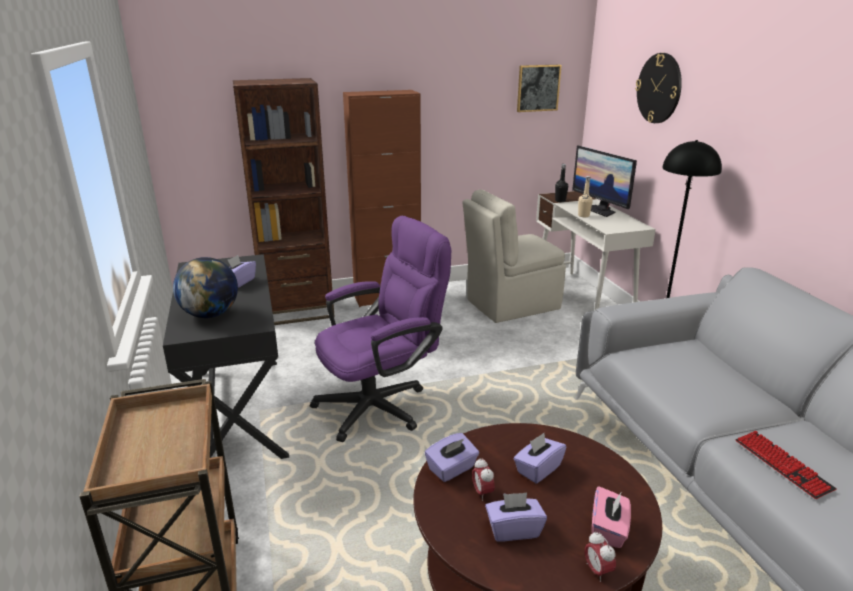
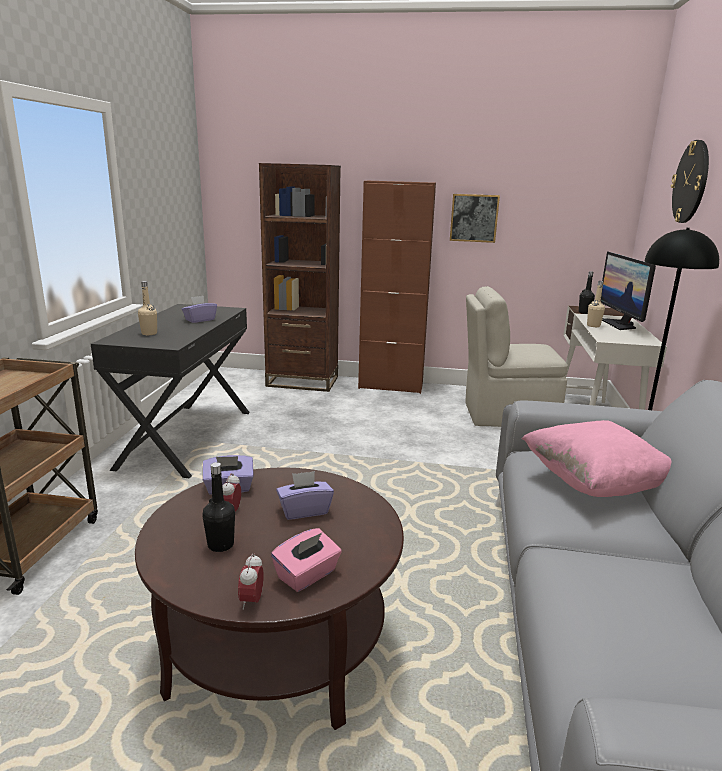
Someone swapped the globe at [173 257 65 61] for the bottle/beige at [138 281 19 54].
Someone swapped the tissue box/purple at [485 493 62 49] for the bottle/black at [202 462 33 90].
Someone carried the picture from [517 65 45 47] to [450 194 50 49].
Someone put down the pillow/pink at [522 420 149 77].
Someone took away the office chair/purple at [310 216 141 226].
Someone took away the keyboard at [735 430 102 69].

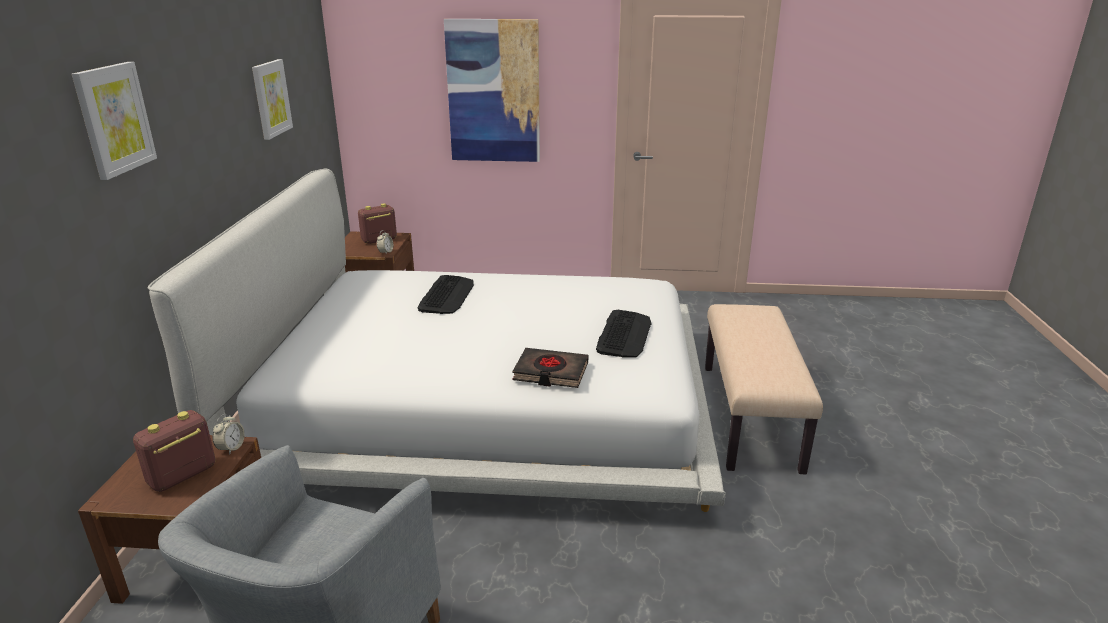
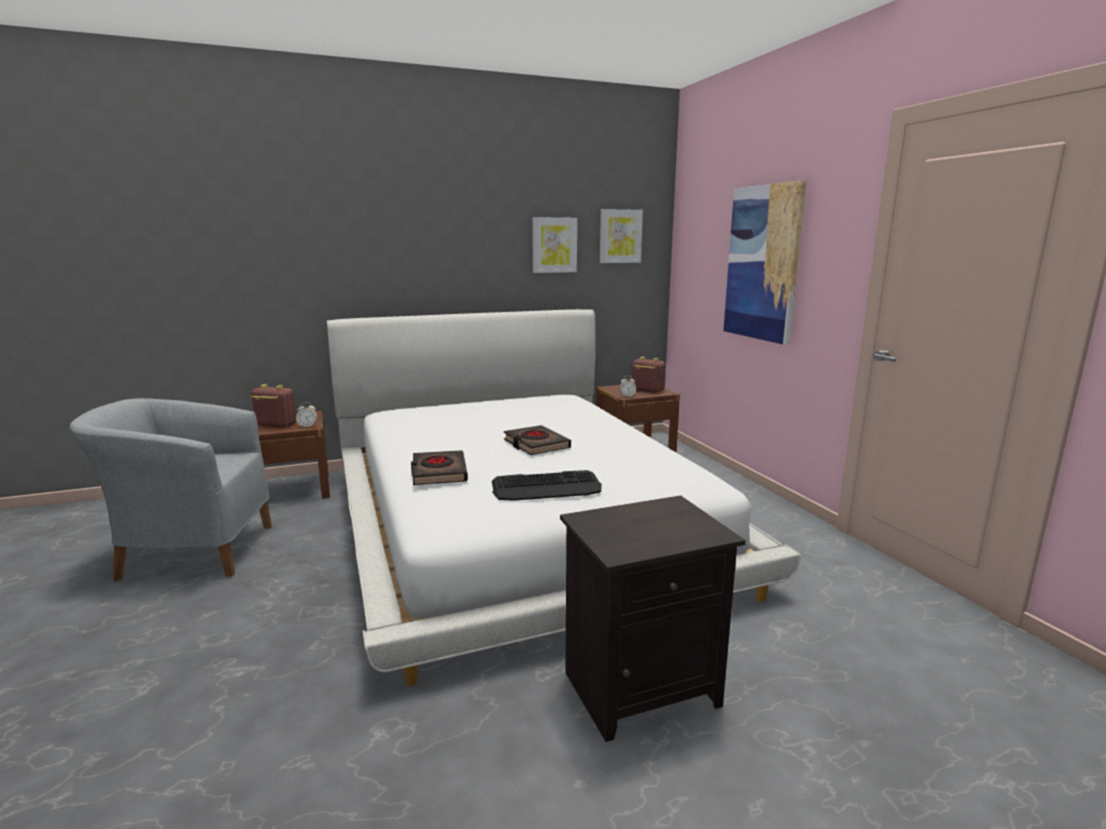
Someone put down the book/black at [504 425 67 30].
Someone swapped the bench/beige at [705 304 118 170] for the nightstand/black at [560 495 186 247].
Someone carried the picture from [72 62 85 118] to [600 209 43 54].
Someone took away the keyboard at [417 275 57 39].

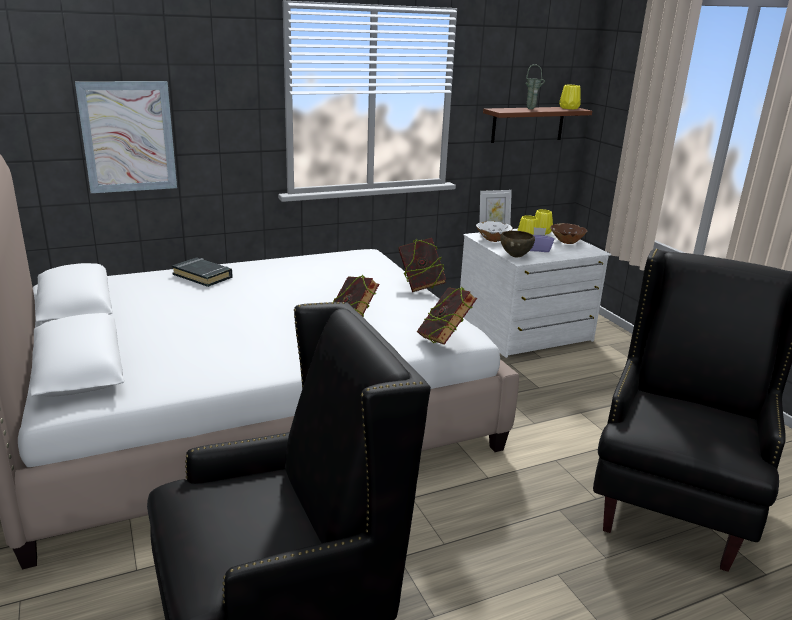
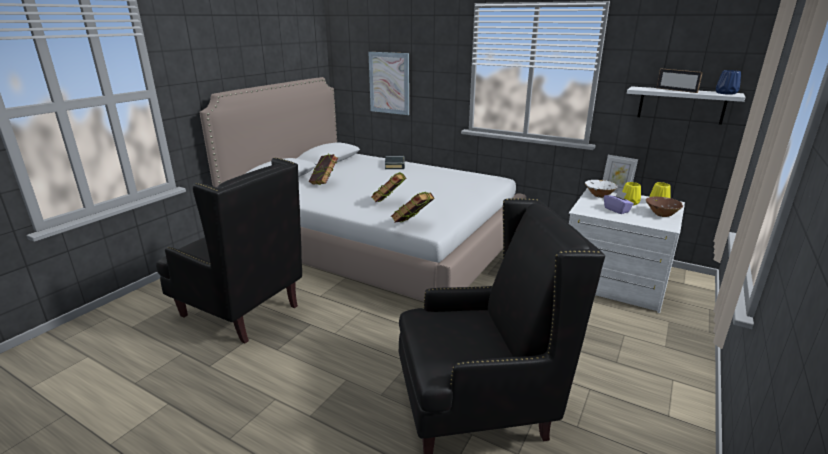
Someone carried the book from [398 238 48 54] to [309 154 29 31].
Someone repainted the shelf/brown at [483 107 109 36], which became the shelf/white at [627 86 119 39].
Someone swapped the vase/green at [525 64 20 45] for the picture frame at [656 69 47 24].
Someone repainted the vase/yellow at [559 85 22 24], which became the vase/blue at [716 70 25 25].
Someone took away the bowl/brown at [500 231 35 26].

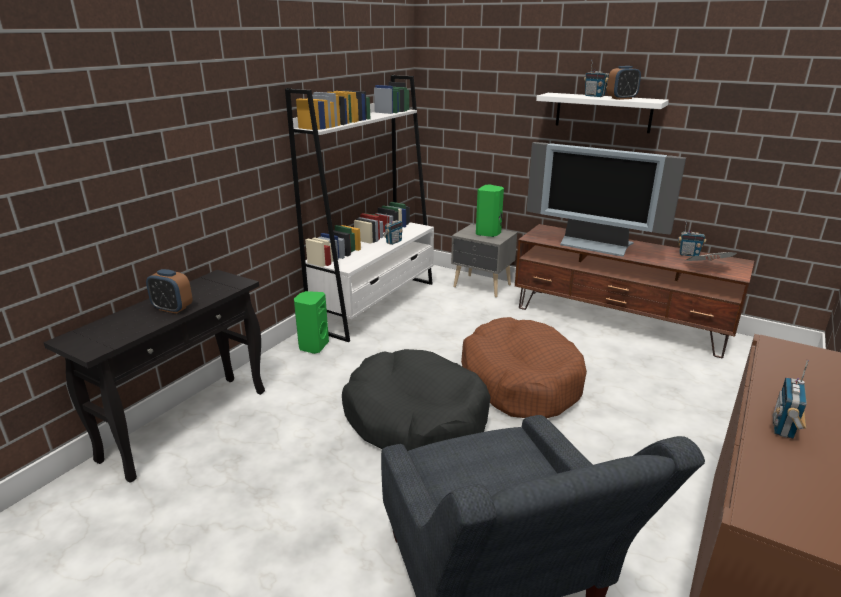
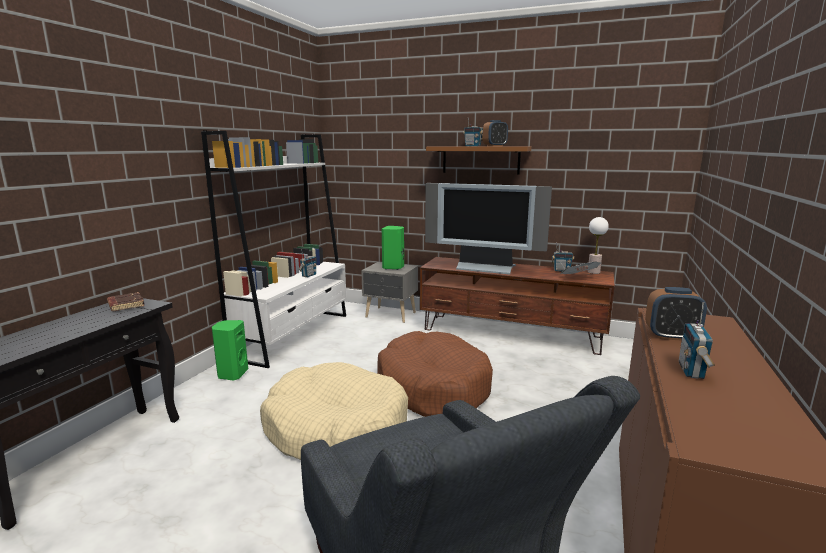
Someone put down the book/brown at [107 292 37 19].
Someone repainted the dog bed/black at [342 349 149 102], which became the dog bed/beige at [260 362 148 98].
Someone repainted the shelf/white at [536 93 133 40], which became the shelf/brown at [426 147 105 27].
Someone put down the table lamp at [588 217 21 57].
Someone carried the alarm clock from [146 269 47 45] to [645 287 62 54].

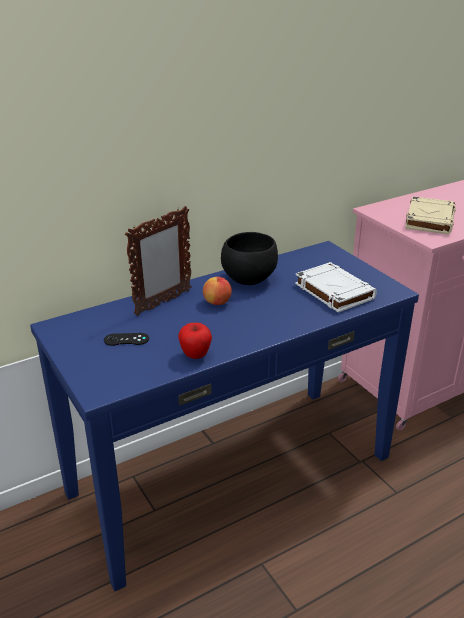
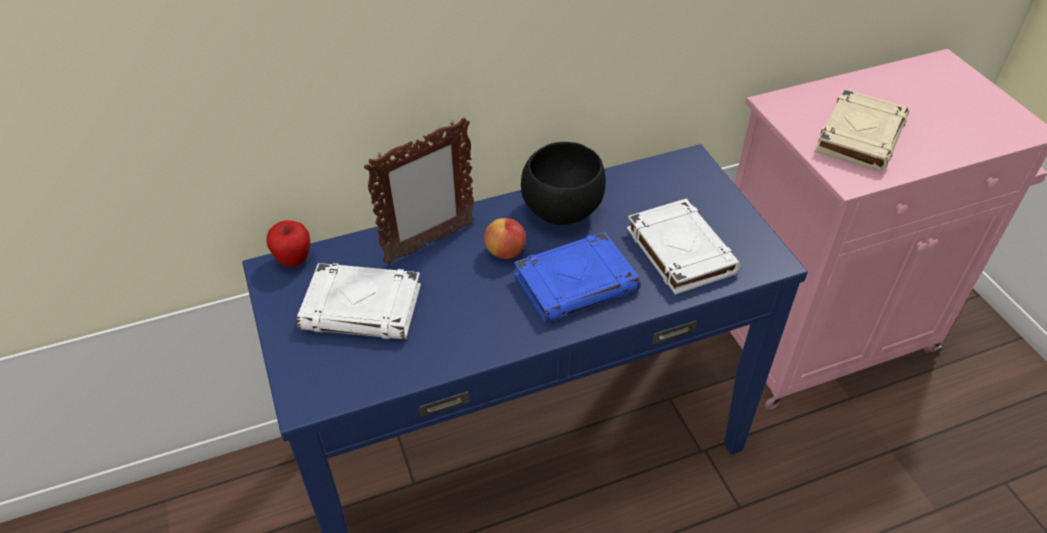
Someone carried the apple from [178 323 34 36] to [267 220 43 47].
Someone swapped the game controller/black at [104 333 45 13] for the book/white at [297 263 124 76].
Someone put down the book/blue at [514 232 127 91].

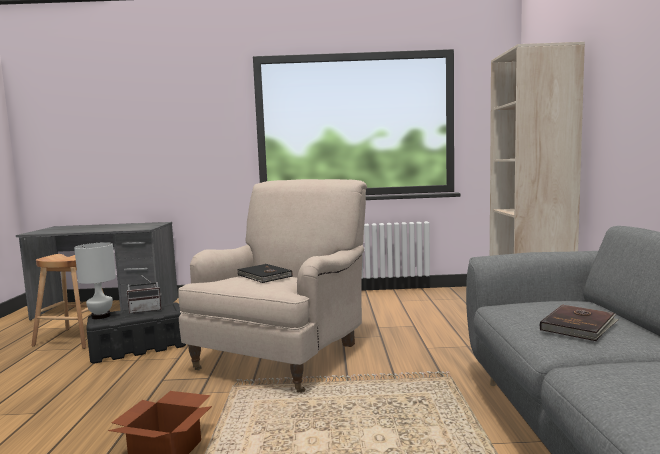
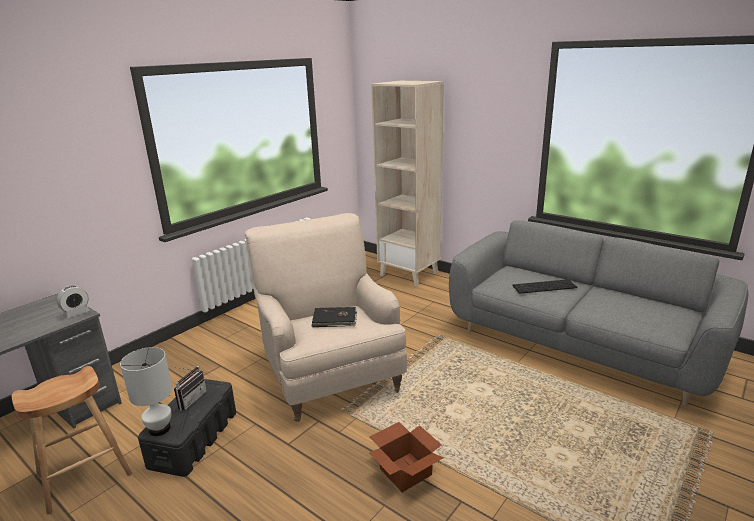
Someone put down the alarm clock at [57 286 33 33].
Someone swapped the book/brown at [540 305 79 36] for the keyboard at [512 279 66 15].

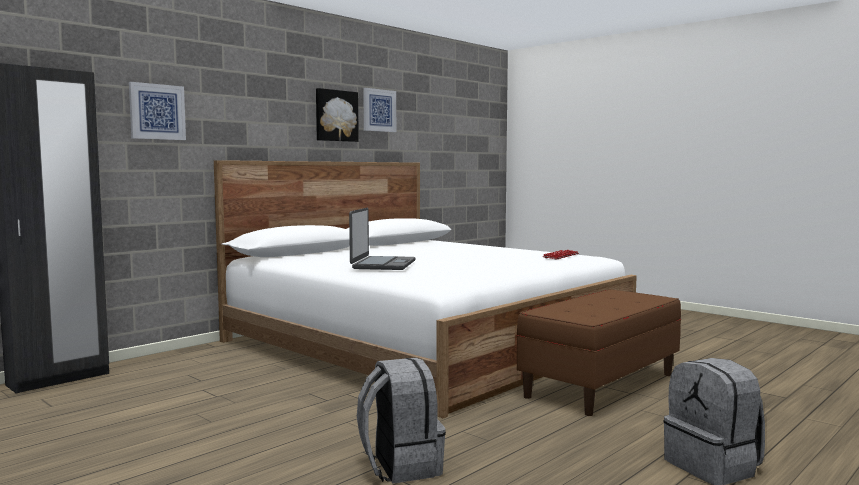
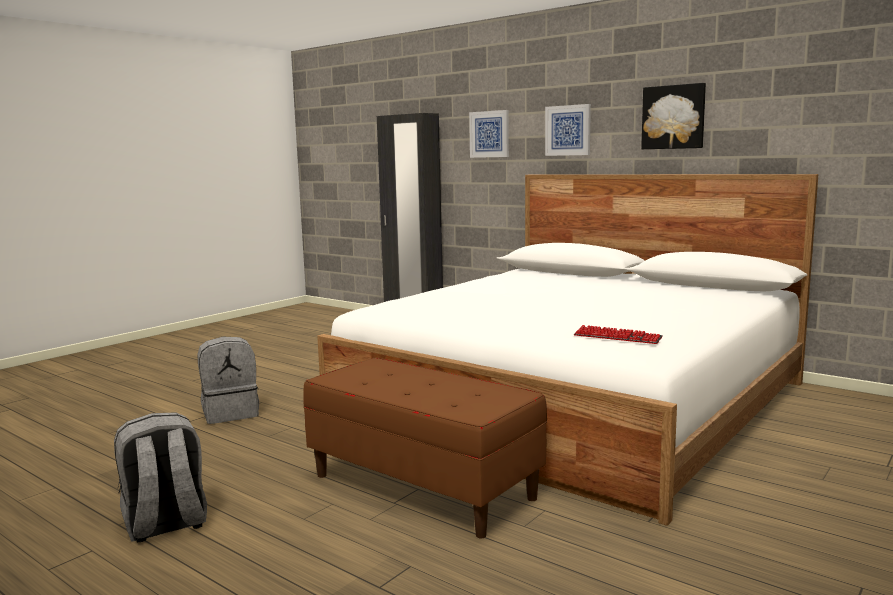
Someone carried the picture from [363 88 33 44] to [545 104 46 52].
Someone took away the laptop at [349 208 67 62].

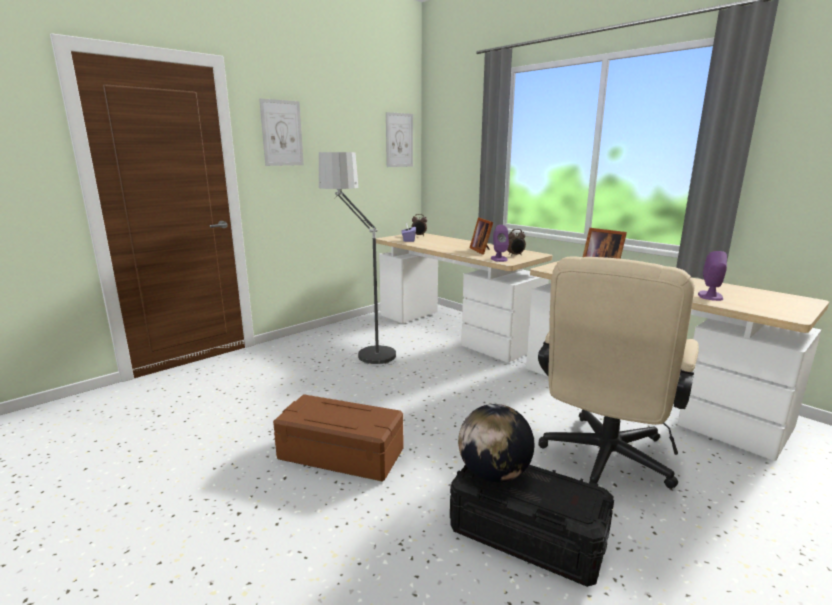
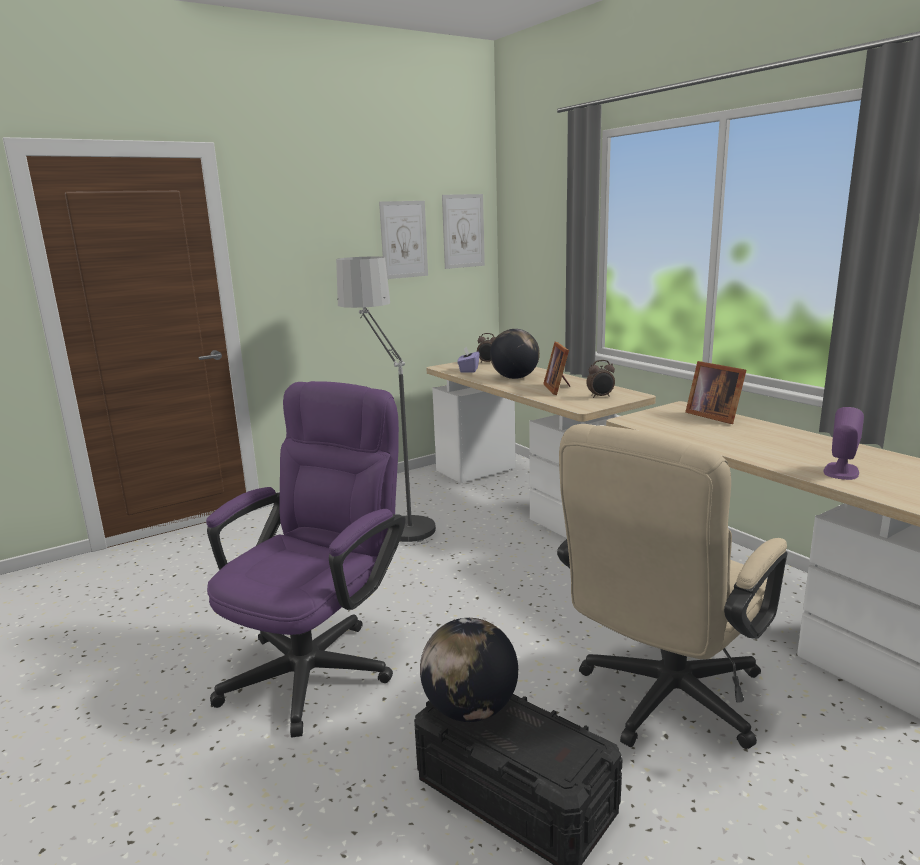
Someone swapped the storage box/brown at [273 394 130 88] for the office chair/purple at [206 381 200 357].
Someone carried the picture from [259 98 45 68] to [379 201 49 78].
Someone put down the globe at [490 329 50 50].
Someone took away the speaker/purple at [491 225 18 37].

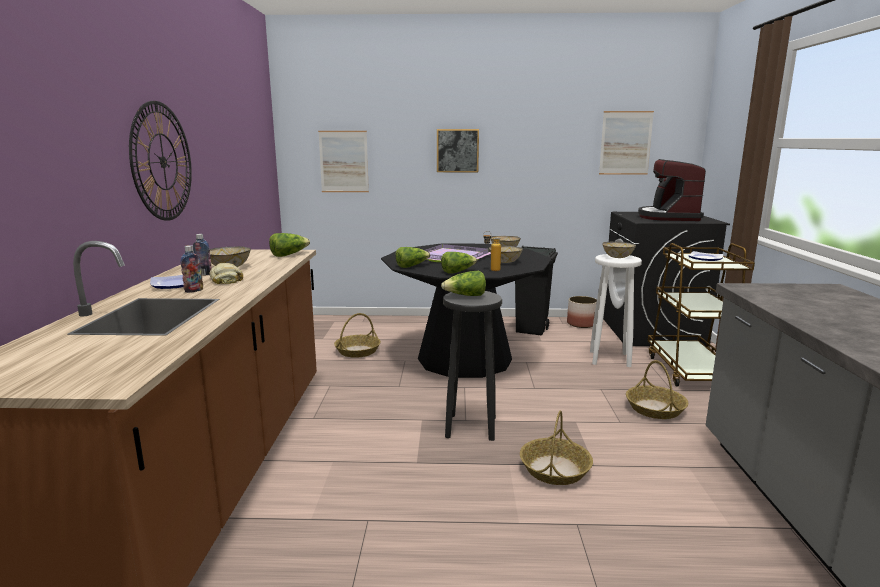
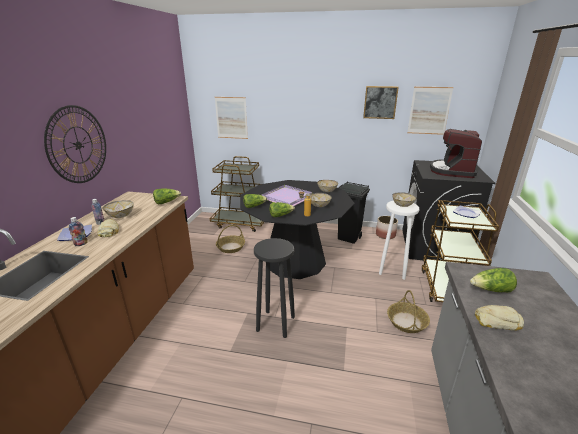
Someone put down the cart/brown at [210 156 54 76].
Someone carried the picture from [437 129 42 43] to [363 86 36 33].
Someone carried the lettuce from [441 271 45 25] to [470 268 47 24].
Someone put down the bread at [475 305 49 26].
Someone took away the basket at [520 410 73 75].

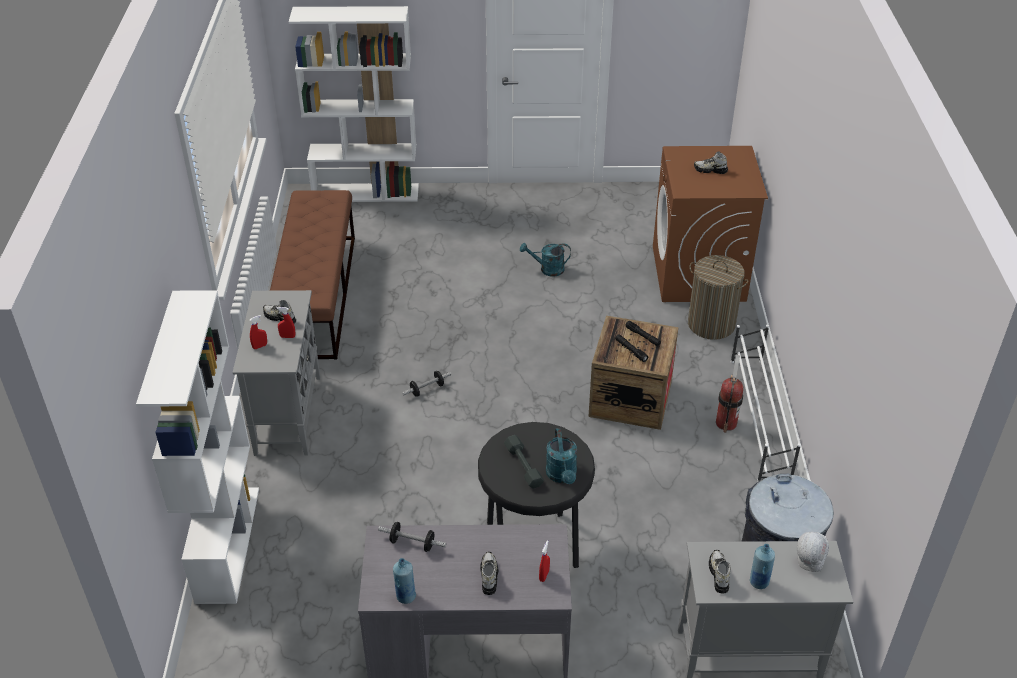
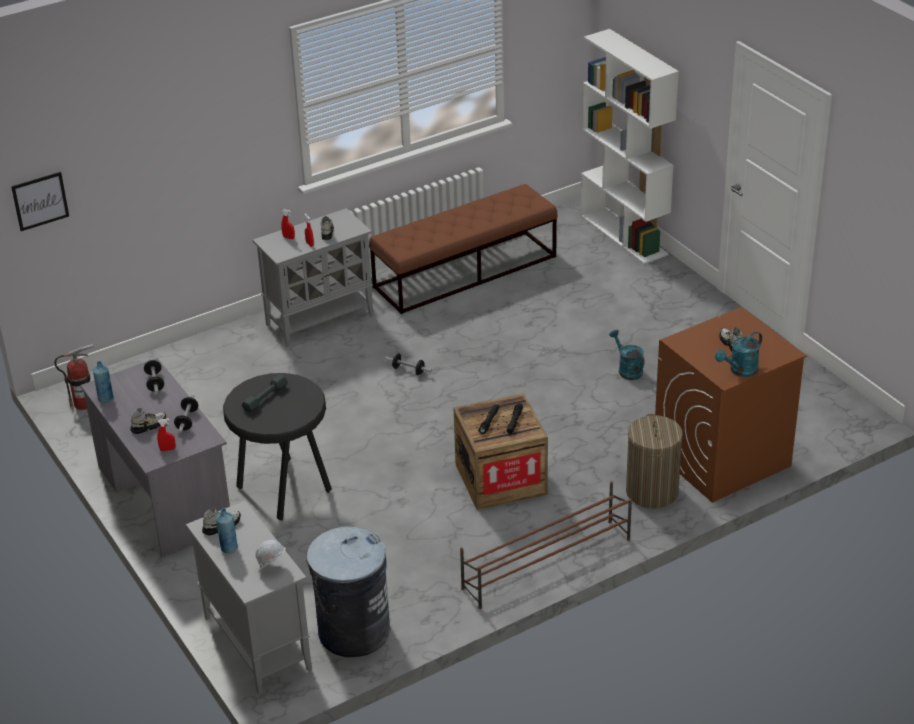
Someone put up the picture at [11 172 58 59].
Someone carried the fire extinguisher from [716 355 27 78] to [54 344 40 66].
Someone put down the dumbbell at [174 394 24 40].
Someone repainted the shoe rack/white at [731 325 70 157], which became the shoe rack/brown at [460 481 172 128].
Someone carried the watering can/turquoise from [546 428 31 56] to [715 331 47 46].
Someone took away the bookcase/white at [136 290 123 314].

